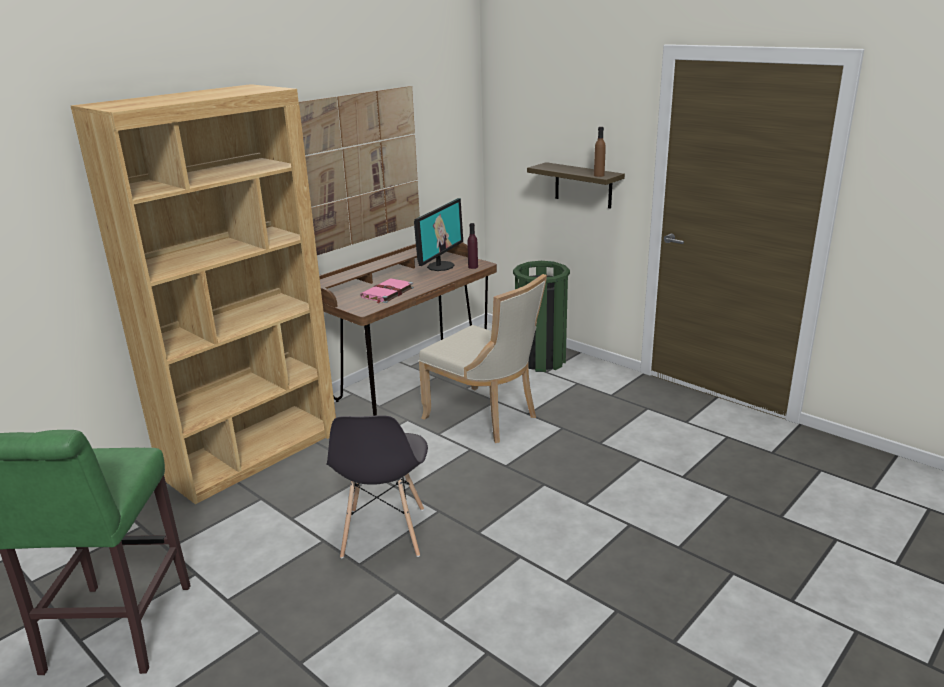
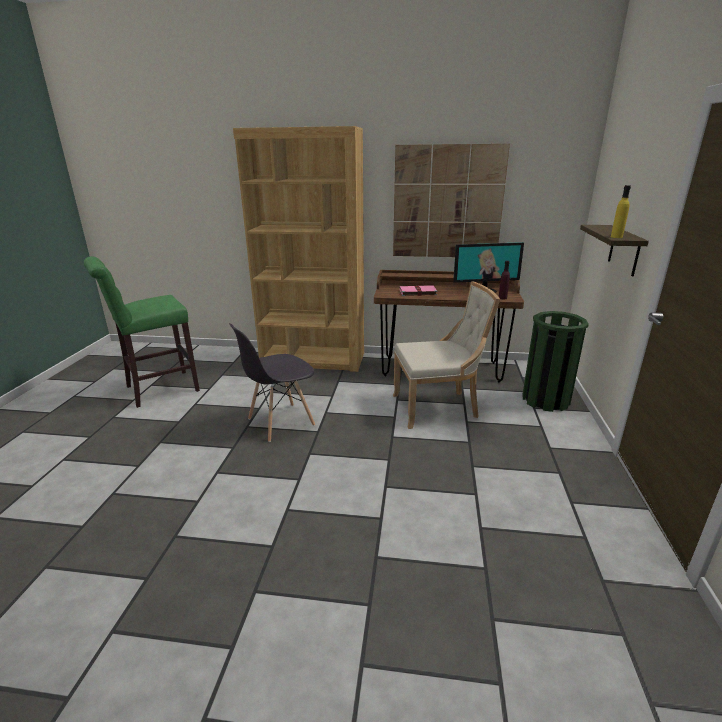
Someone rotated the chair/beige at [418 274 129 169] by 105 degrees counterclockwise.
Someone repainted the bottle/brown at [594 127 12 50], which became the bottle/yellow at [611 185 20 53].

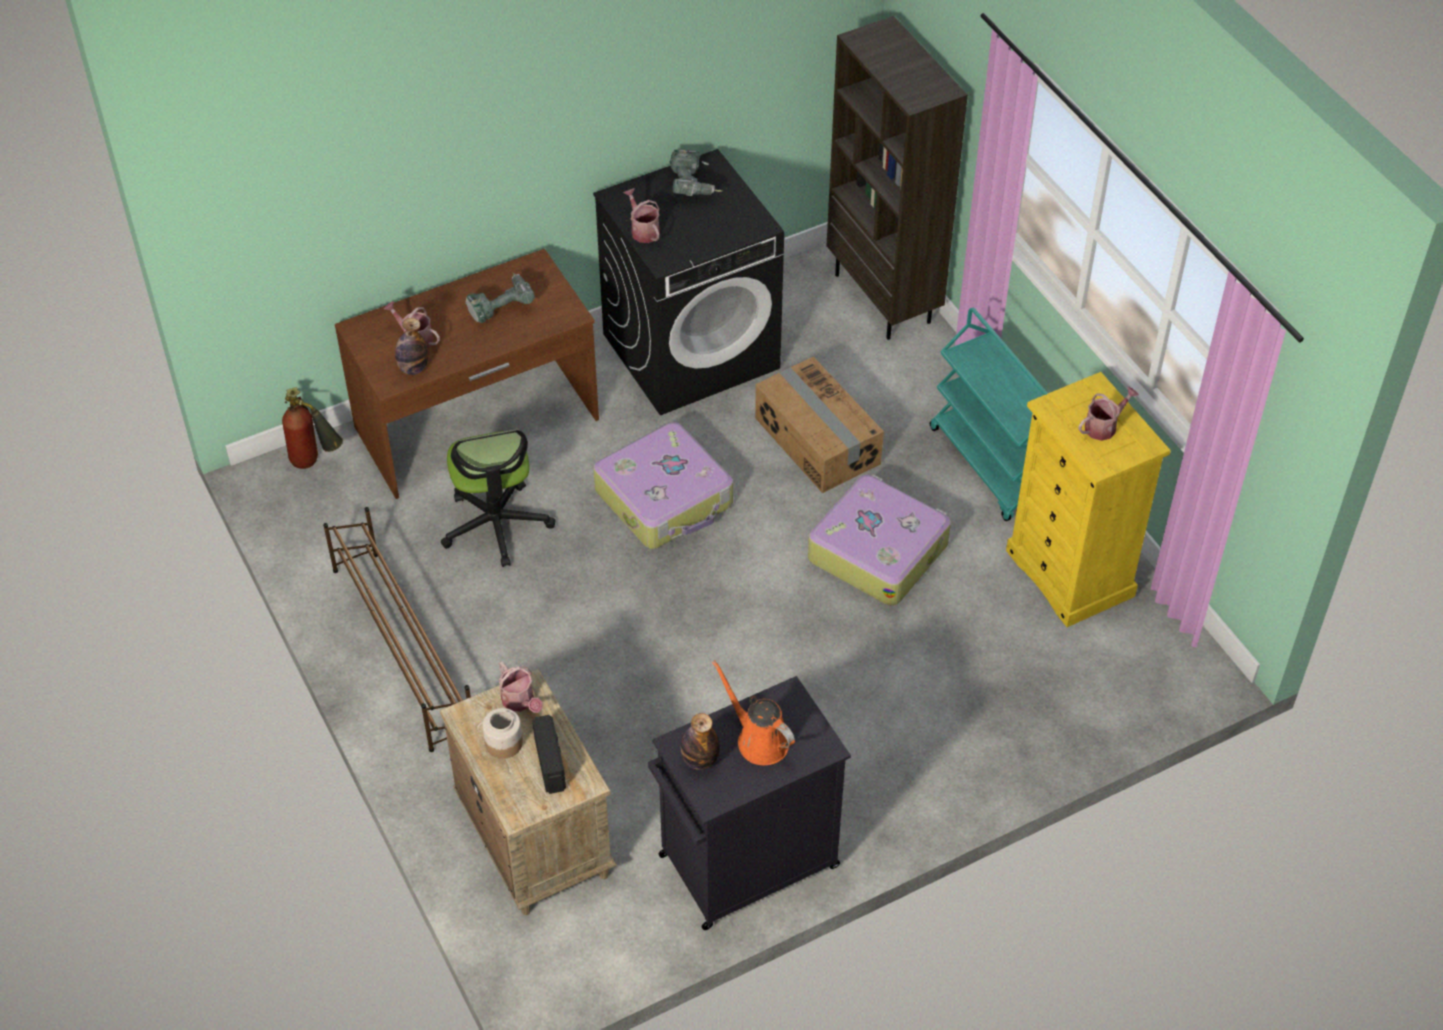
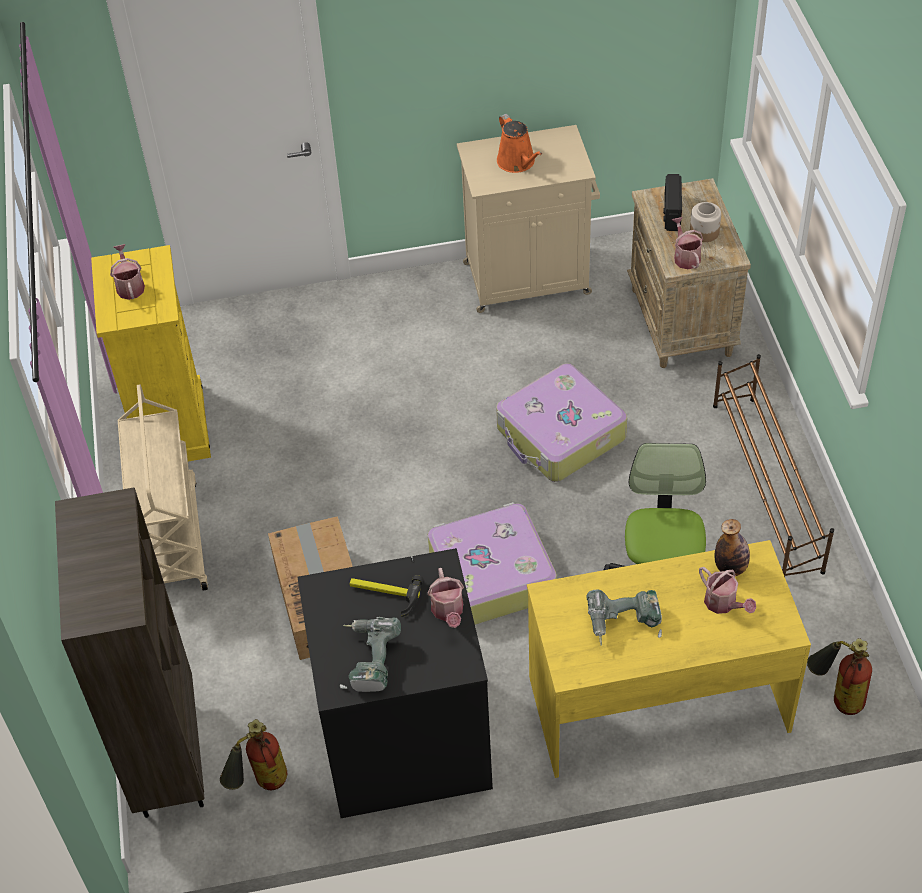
Someone rotated the watering can at [1078 387 61 54] by 90 degrees clockwise.
Someone repainted the cart/turquoise at [930 308 118 213], which became the cart/beige at [118 384 90 207].
Someone put down the fire extinguisher at [220 719 67 71].
Someone put down the hammer at [349 575 75 42].
Someone repainted the cabinet/black at [648 676 203 254], which became the cabinet/beige at [457 125 143 188].
Someone carried the suitcase from [808 475 143 131] to [496 363 131 119].
Someone repainted the desk/brown at [335 249 264 250], which became the desk/yellow at [527 540 284 238].
Someone took away the bottle at [681 713 39 57].

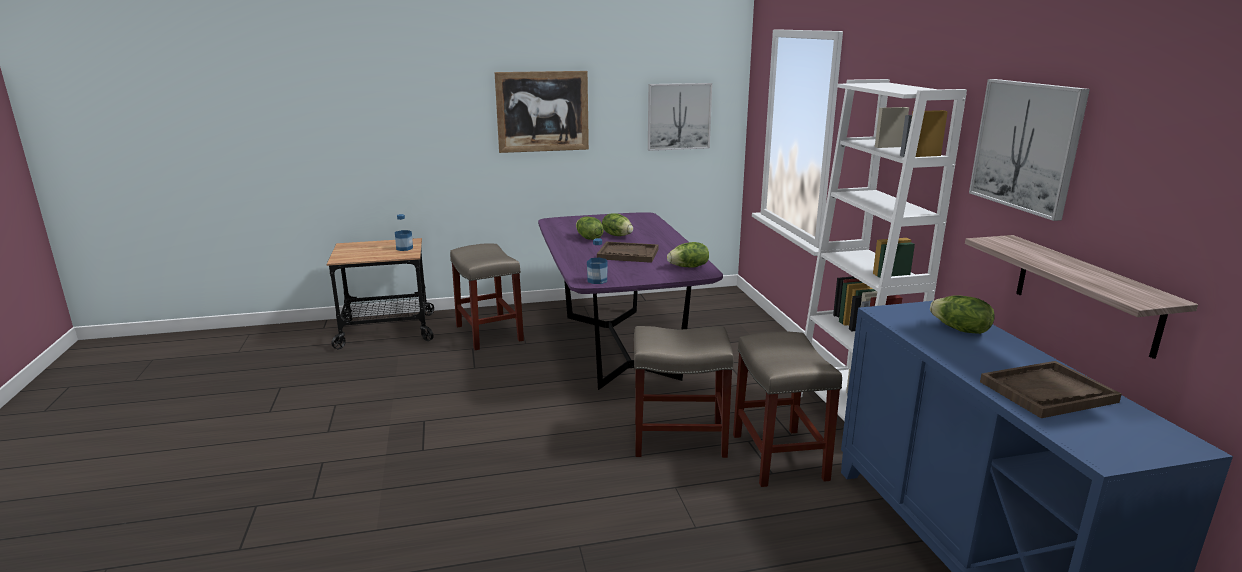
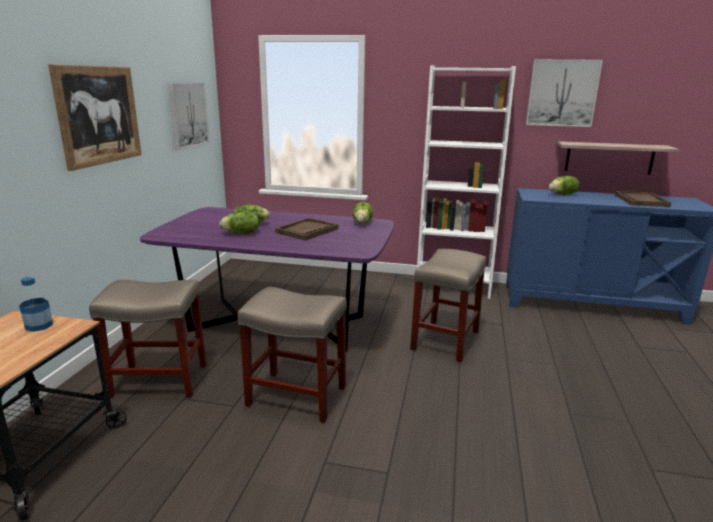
Someone carried the stool/beige from [733 331 109 156] to [237 286 110 137].
Someone took away the bottle at [587 238 21 46].

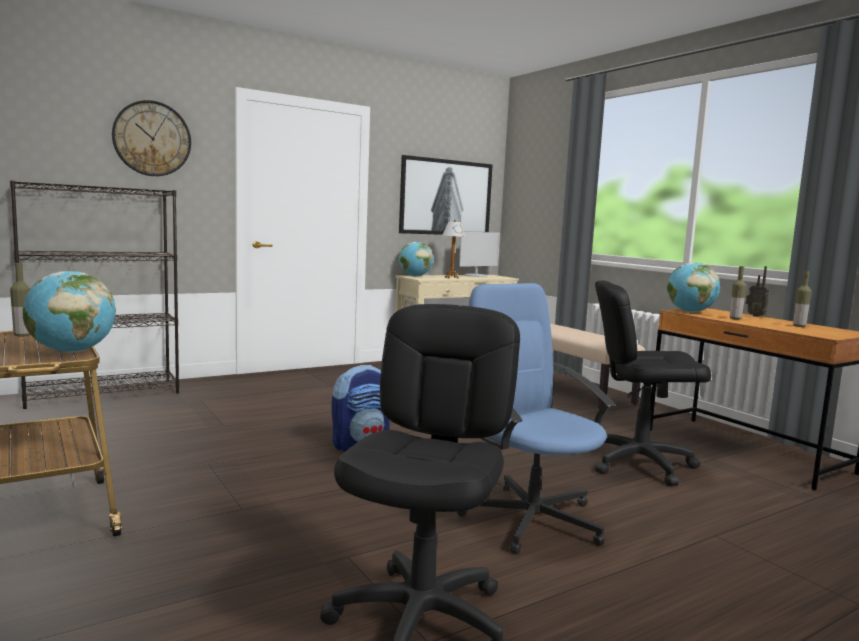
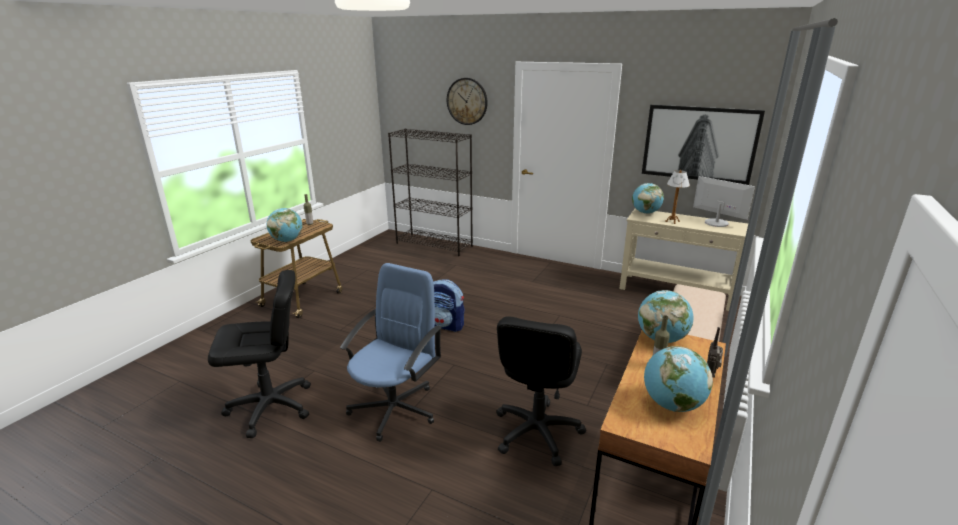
Someone rotated the office chair/black at [595 280 116 206] by 135 degrees counterclockwise.
Someone swapped the bottle at [793 271 19 56] for the globe at [644 346 69 66].
Someone rotated the monitor at [459 232 41 45] by 150 degrees counterclockwise.

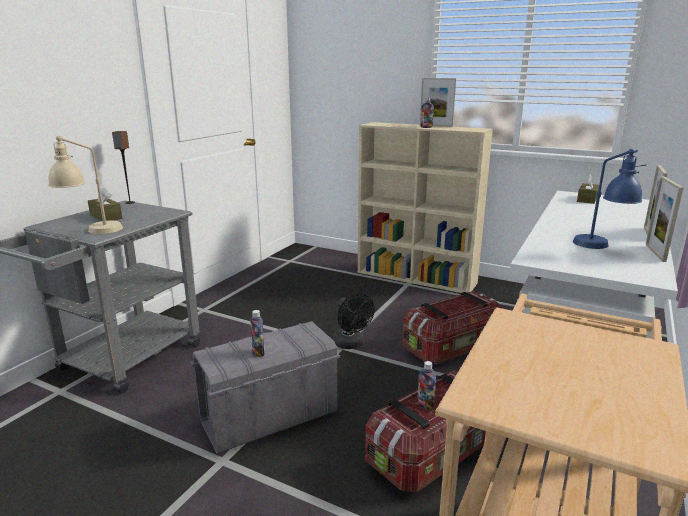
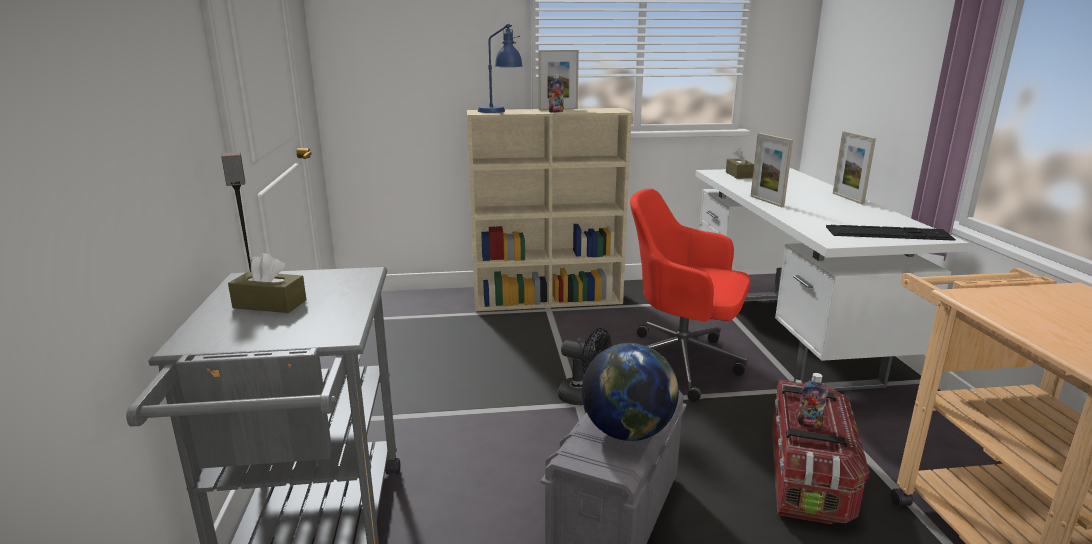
Someone carried the table lamp/blue from [573 149 73 100] to [478 23 45 90].
Someone swapped the bottle at [250 310 15 47] for the globe at [582 343 97 98].
Someone swapped the storage box at [402 291 102 73] for the office chair/red at [630 189 120 213].
Someone carried the picture frame from [646 176 38 86] to [751 133 42 74].
Someone put down the keyboard at [826 225 130 16].
Someone took away the table lamp/beige at [48 135 75 99].

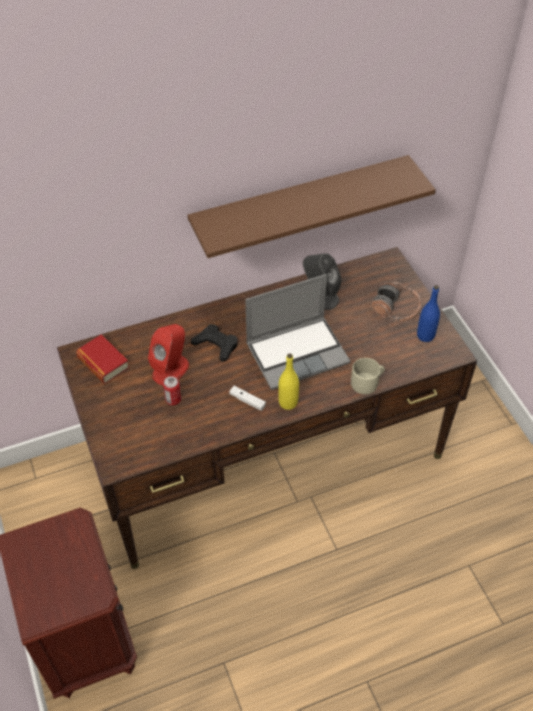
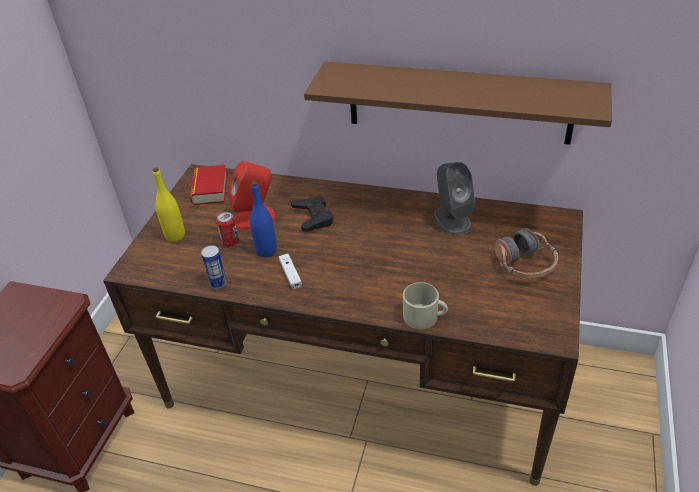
Someone carried the bottle/yellow from [278 353 21 57] to [153 167 32 75].
Someone put down the can at [201 245 26 44].
Someone carried the bottle/blue from [417 285 23 57] to [250 181 27 77].
Someone took away the laptop at [245 274 106 116].

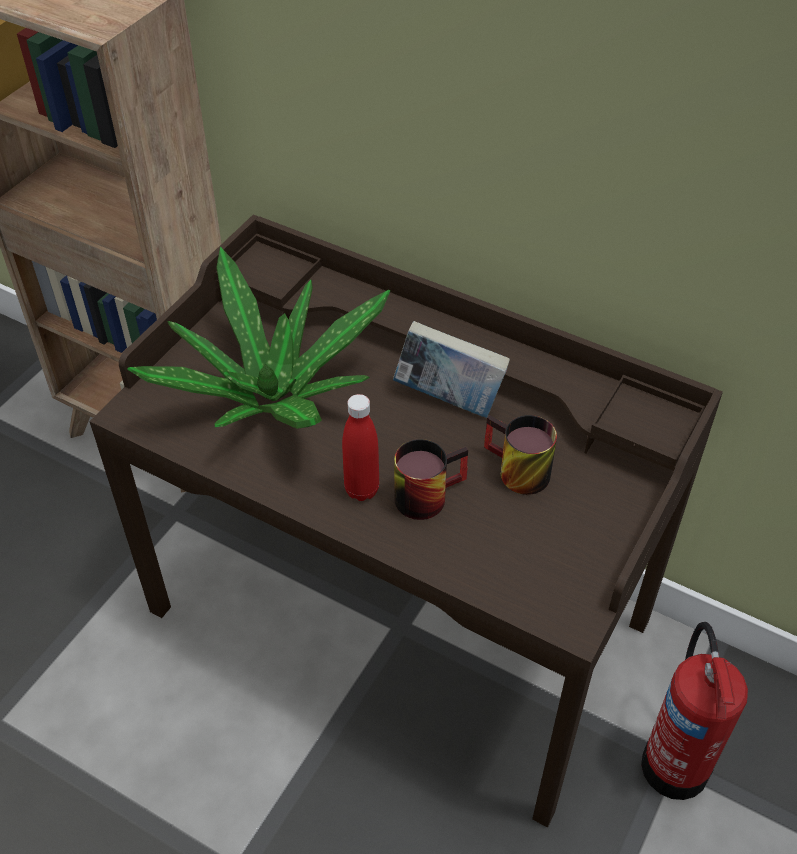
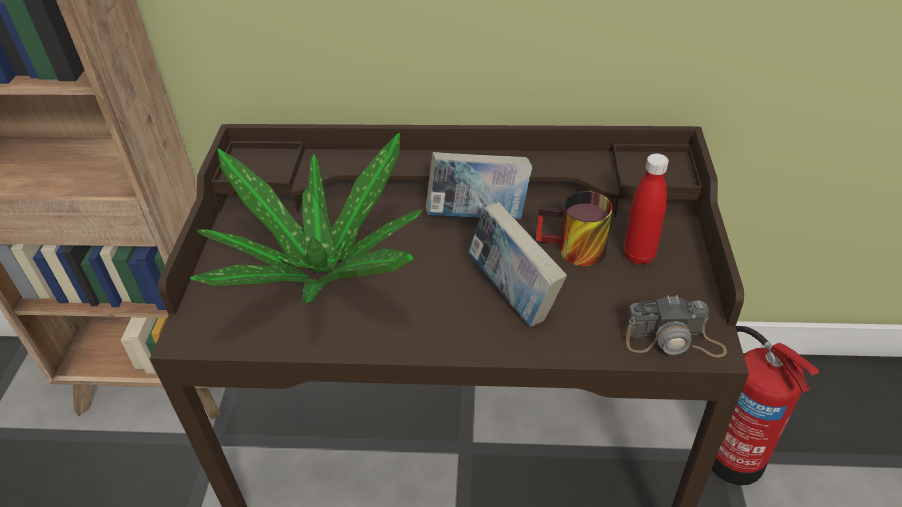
Someone swapped the mug at [394 439 74 81] for the book at [468 202 99 125].
Someone carried the bottle/red from [342 394 37 107] to [624 153 45 112].
Someone put down the photo camera at [625 295 102 63].

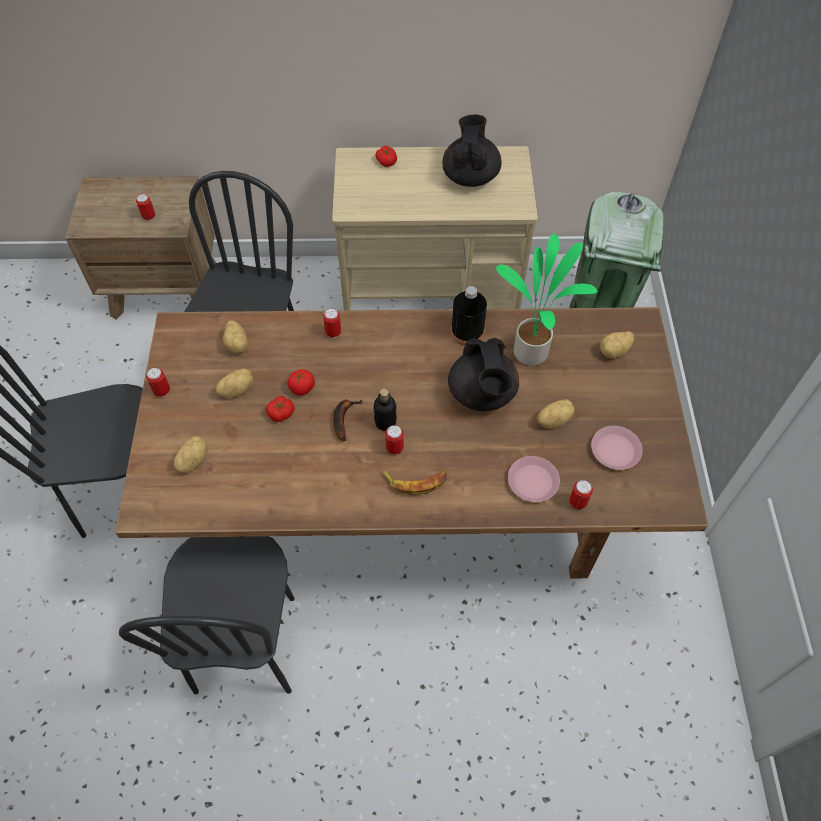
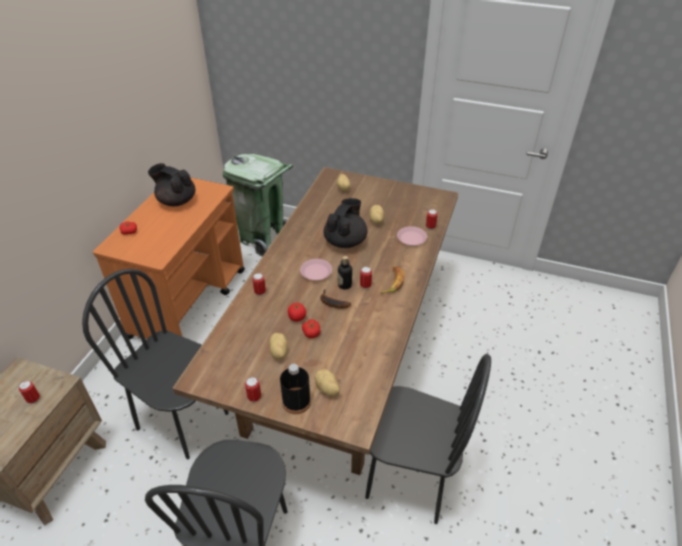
Someone repainted the cart/beige at [332 146 206 164], which became the cart/orange at [93 177 152 162].
Someone carried the bottle/black from [451 286 36 59] to [280 364 31 50].
Someone carried the plate/pink from [591 426 52 44] to [300 259 32 22].
Someone rotated the teapot/black at [448 338 71 73] by 75 degrees counterclockwise.
Someone took away the potato at [223 320 25 33].
Someone took away the potted plant at [496 233 101 133].

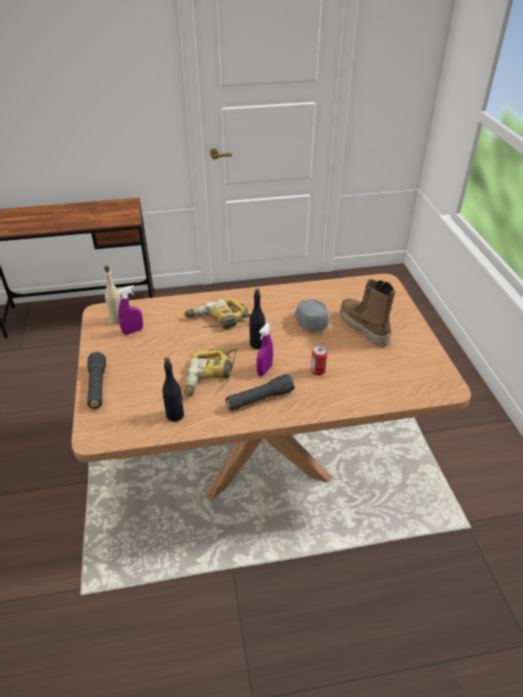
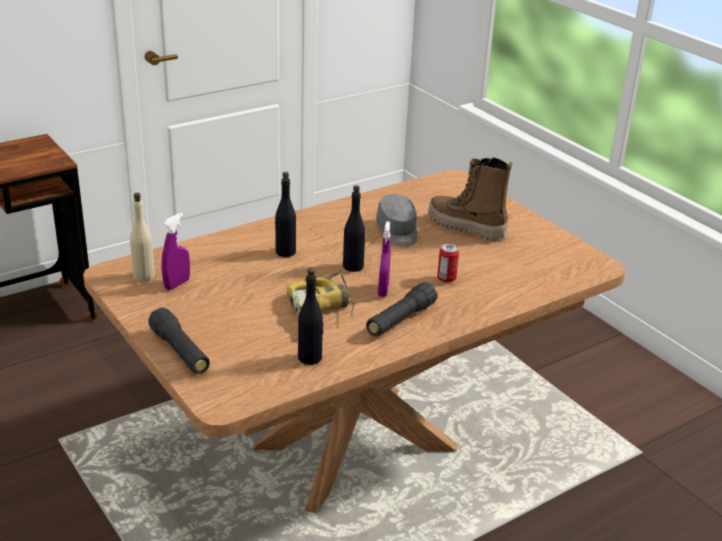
Someone swapped the power drill at [184 298 67 32] for the bottle/black at [275 172 21 85].
Someone rotated the cap/grey at [295 299 34 32] by 150 degrees counterclockwise.

